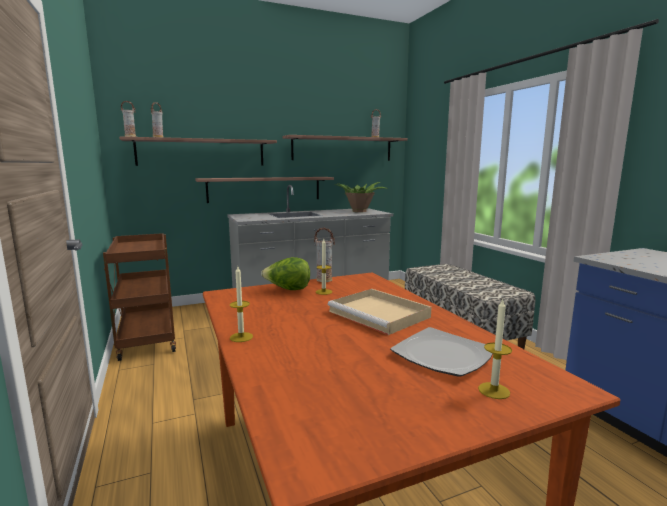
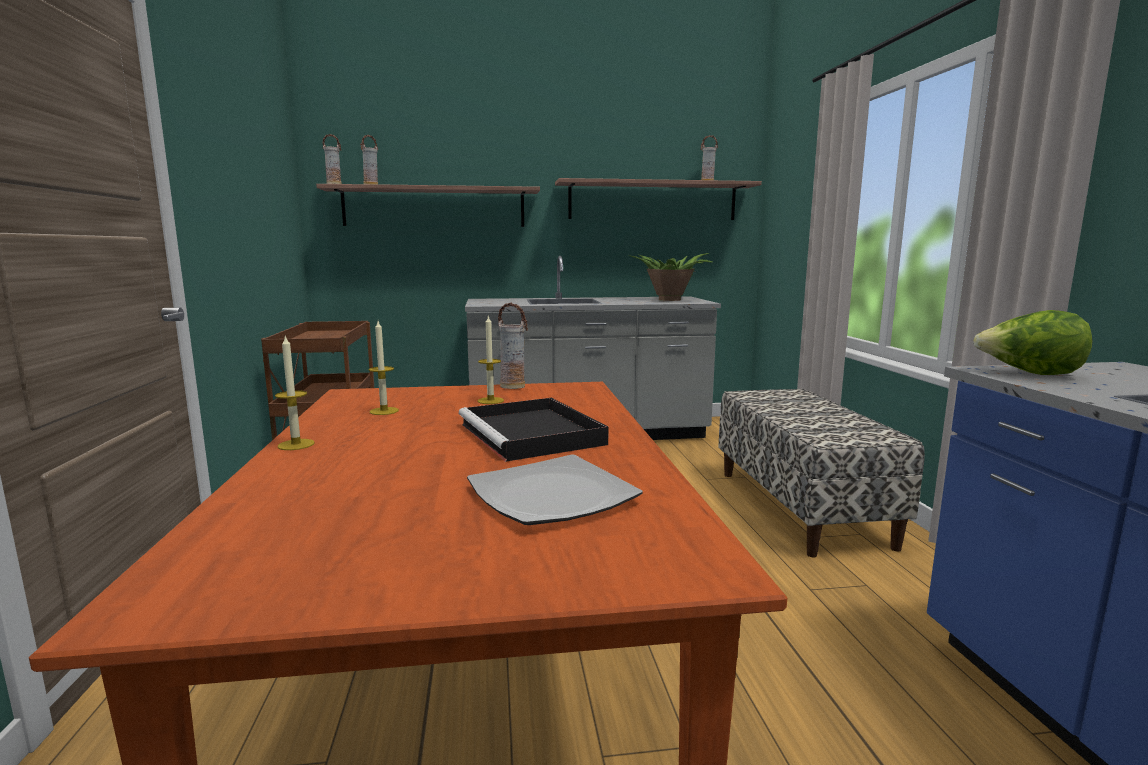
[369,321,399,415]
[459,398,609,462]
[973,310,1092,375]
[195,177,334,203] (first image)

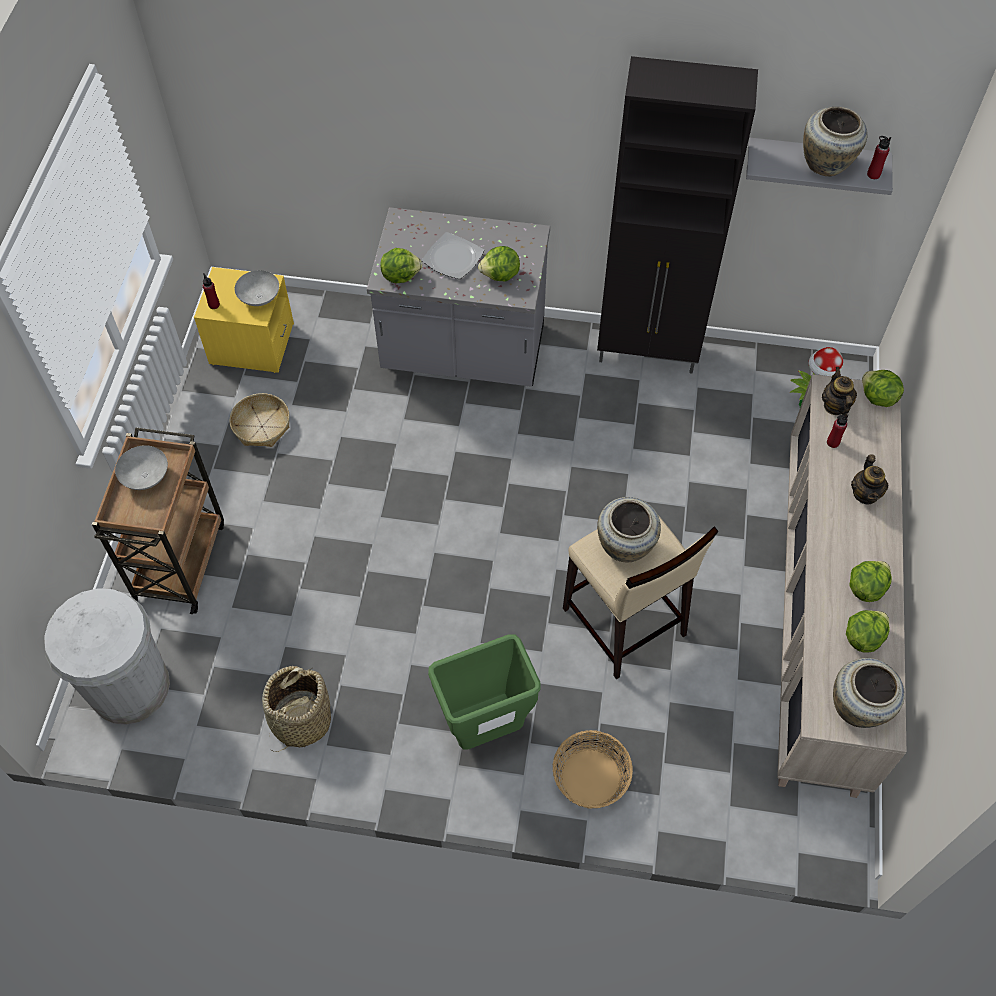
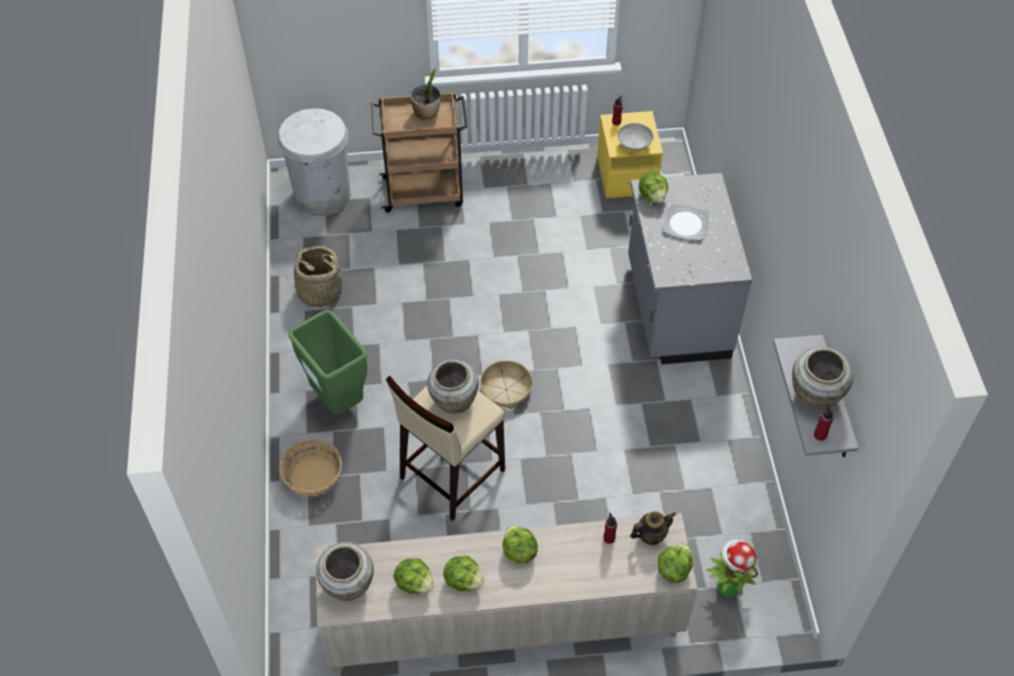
[410,67,441,121]
[480,360,533,409]
[503,525,538,564]
[597,56,758,373] (first image)
[851,454,889,505] (first image)

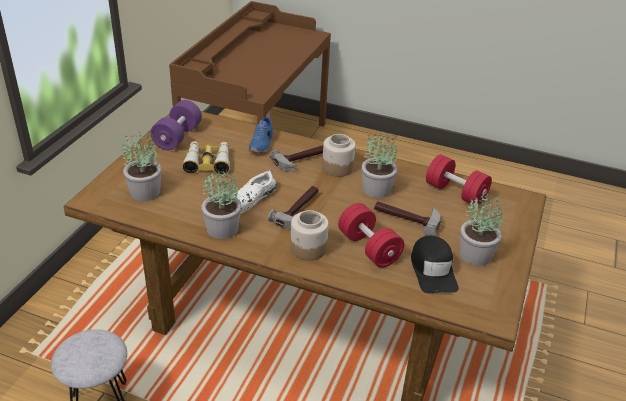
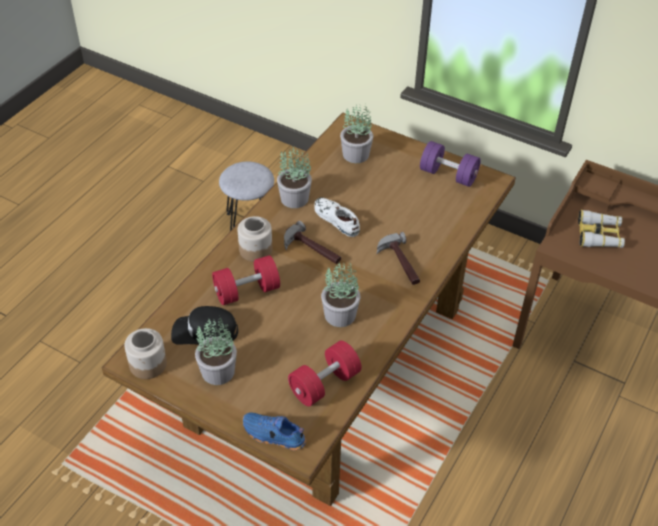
[125,328,167,379]
[243,412,306,451]
[578,210,625,248]
[374,201,441,236] (first image)

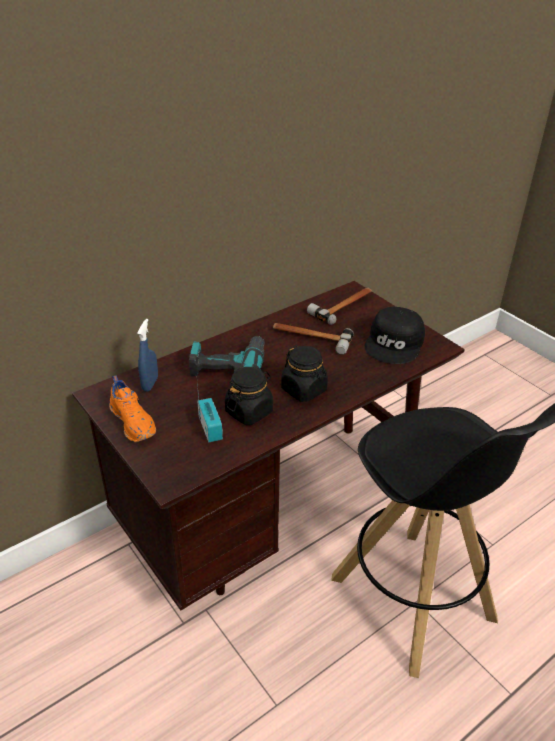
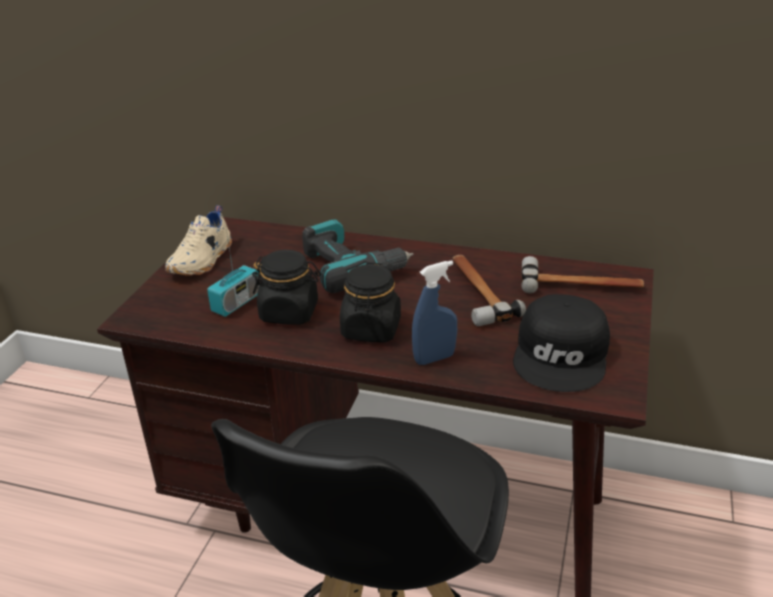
[165,205,232,276]
[412,260,457,365]
[513,294,610,392]

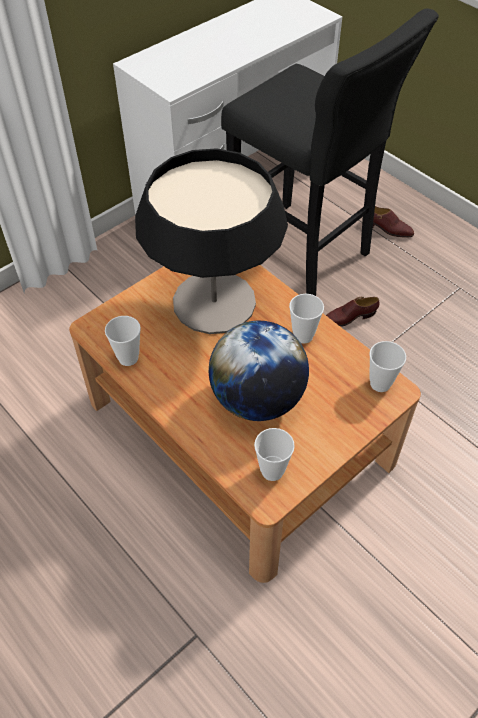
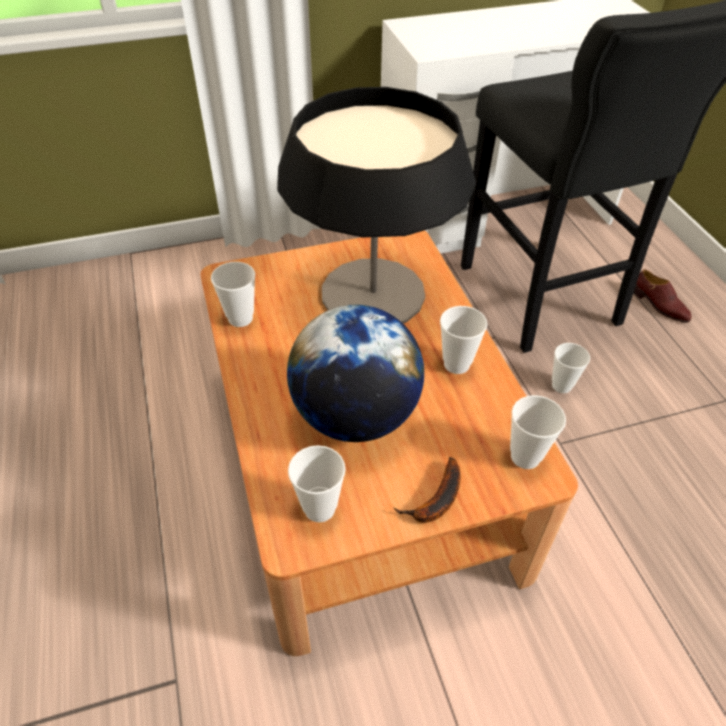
[394,457,461,523]
[552,343,590,393]

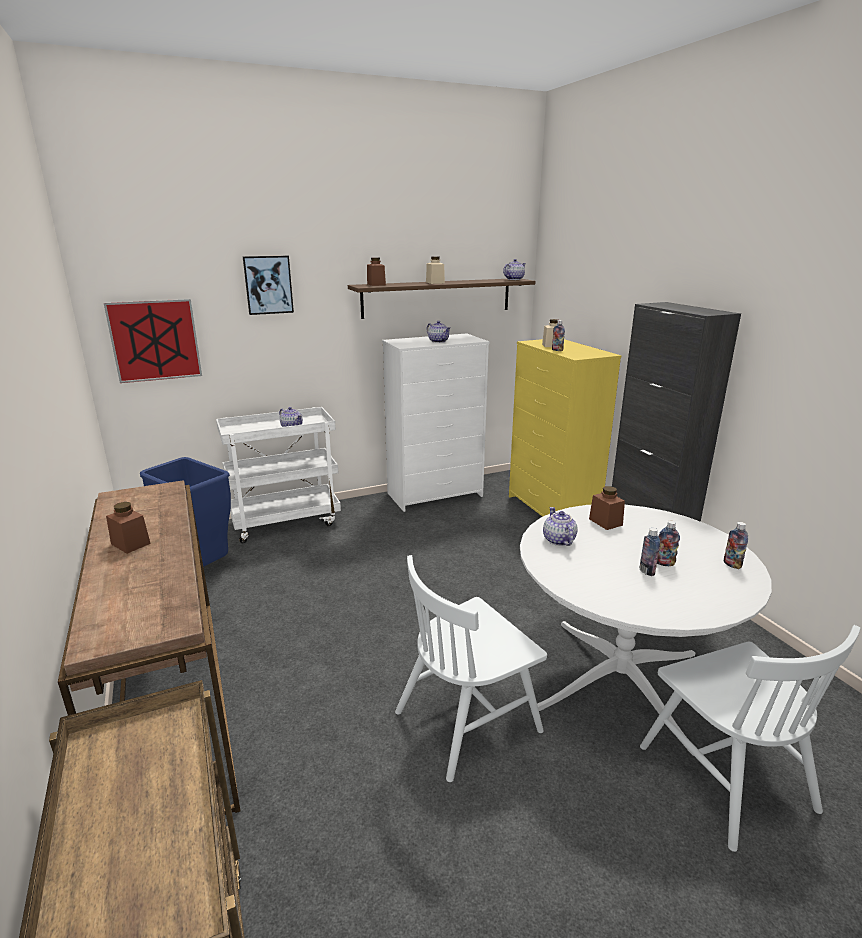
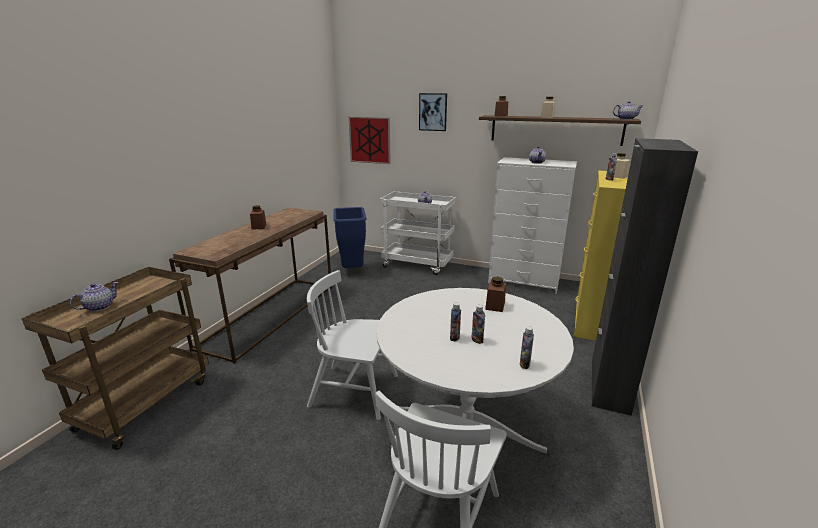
[70,282,118,311]

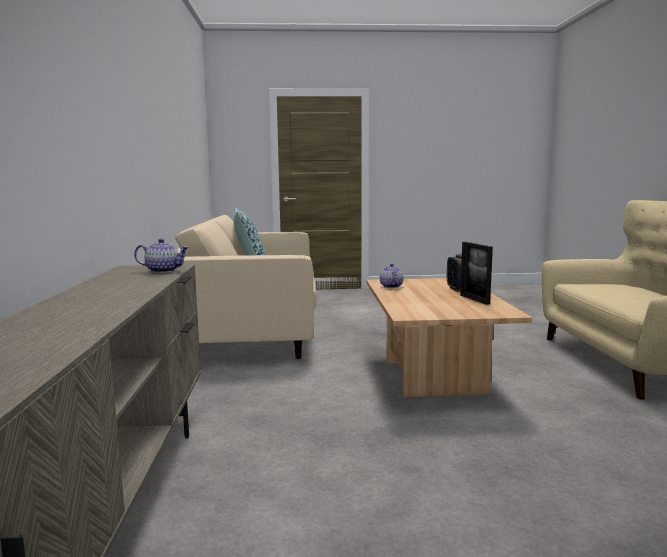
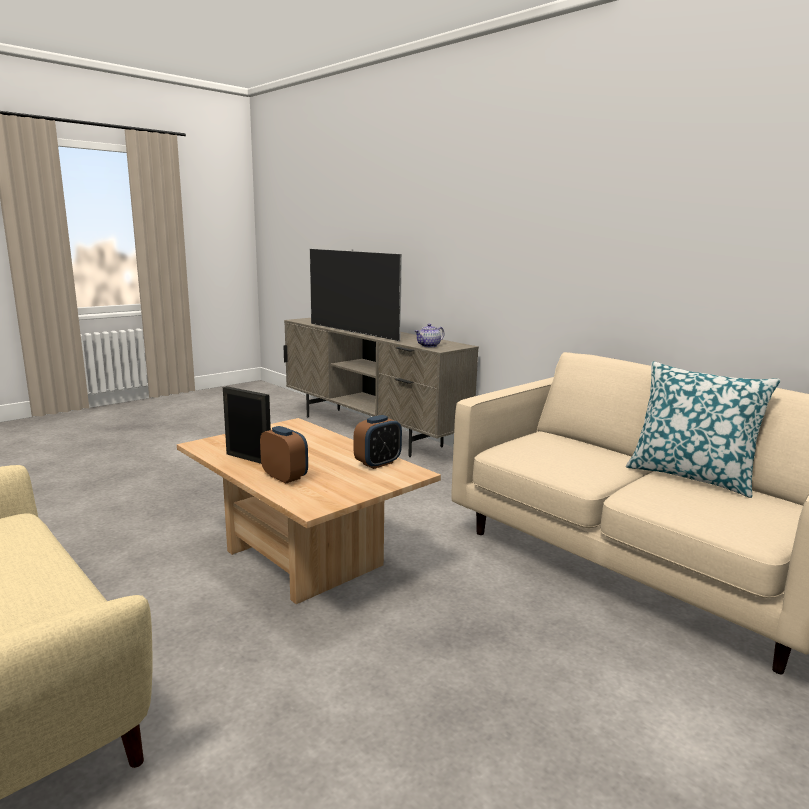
[310,249,402,341]
[354,415,402,469]

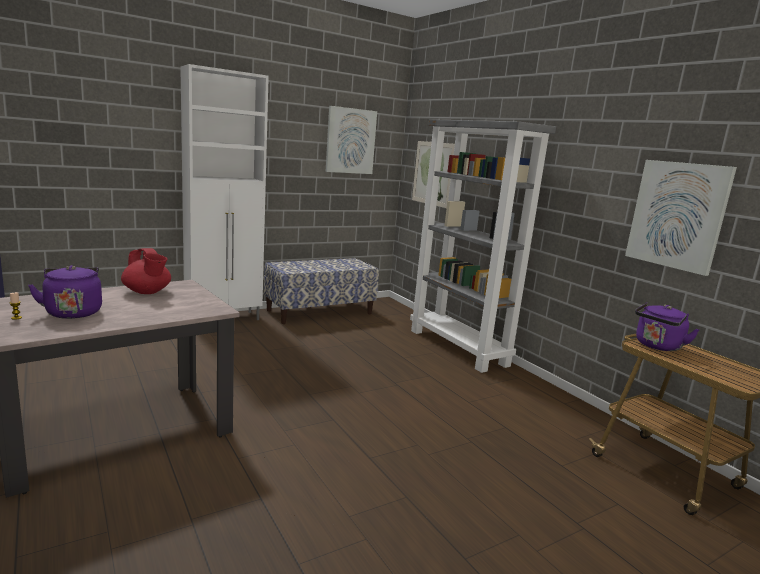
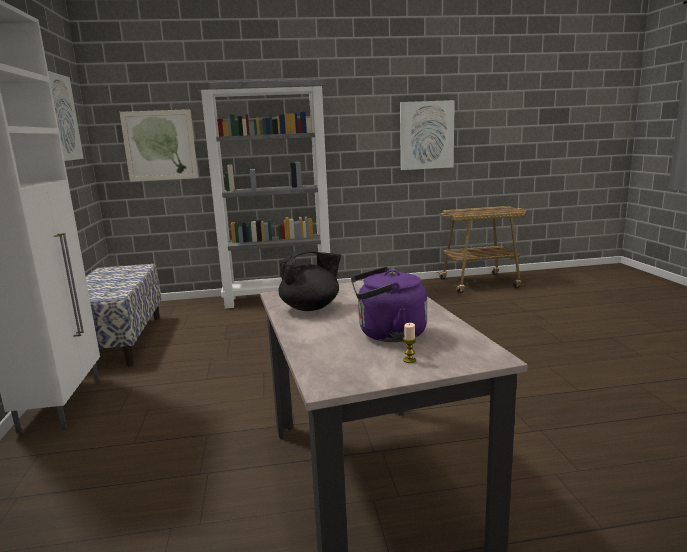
[278,250,341,311]
[635,302,699,351] (first image)

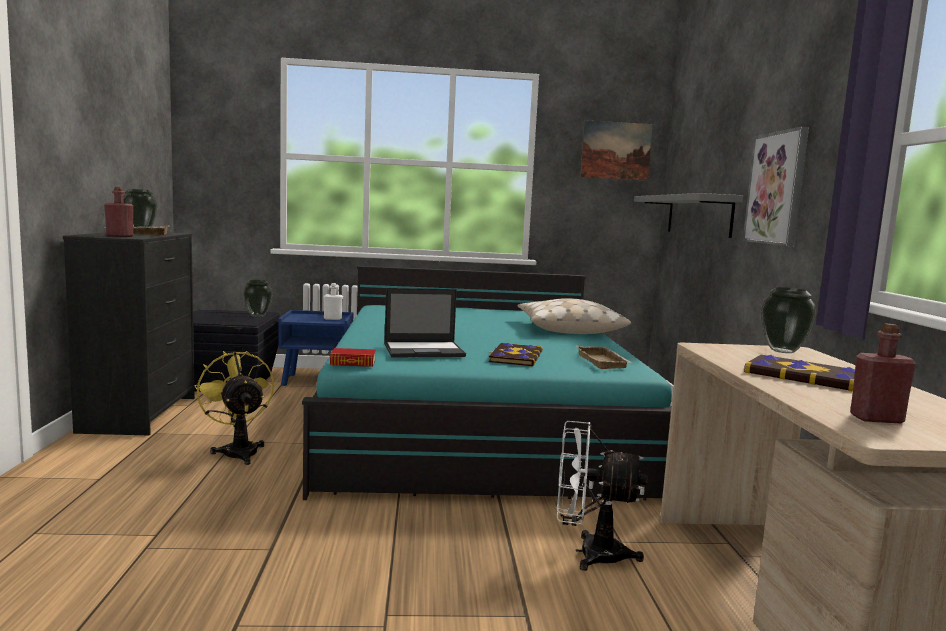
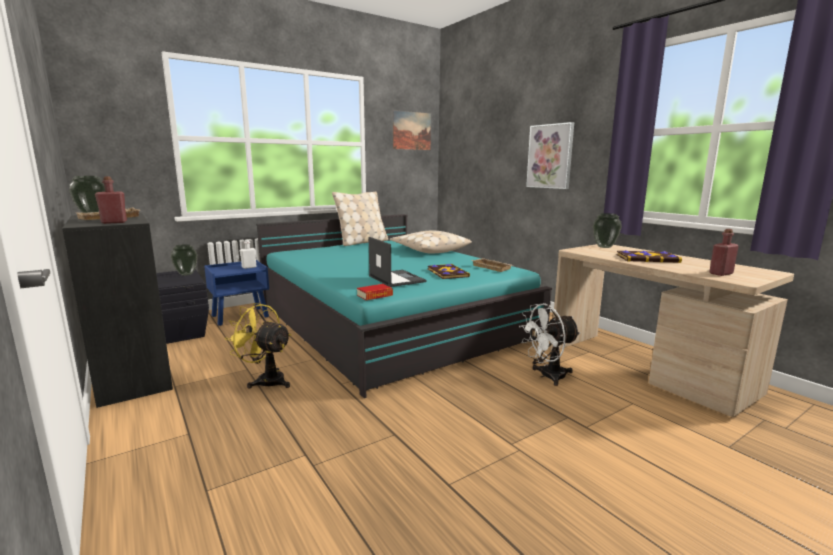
[332,191,388,246]
[369,237,427,287]
[634,193,743,238] (first image)

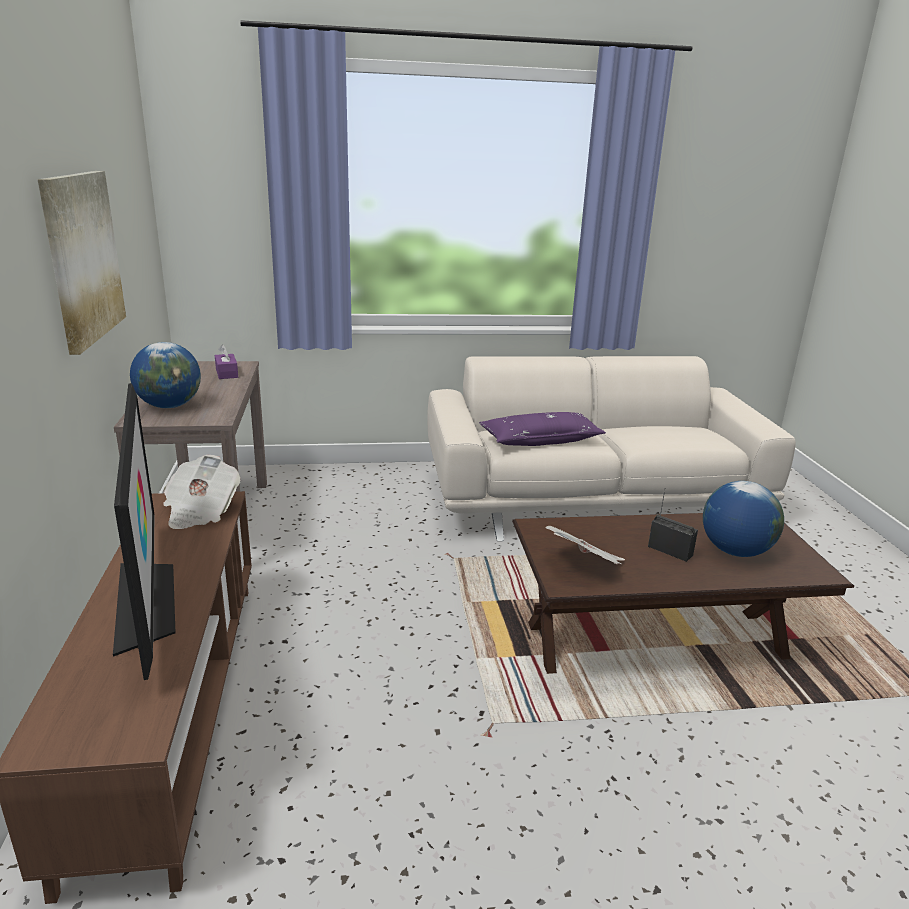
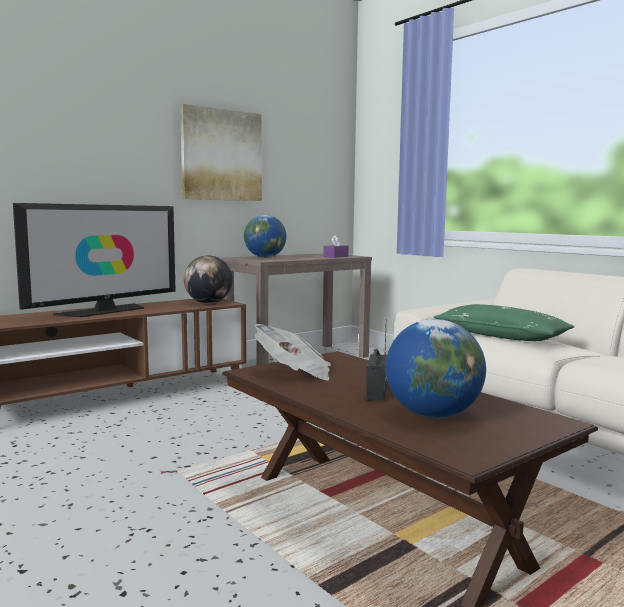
[184,255,233,304]
[433,304,575,341]

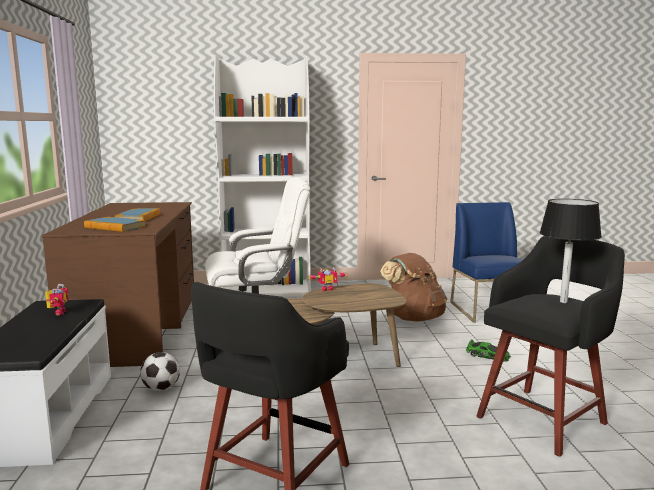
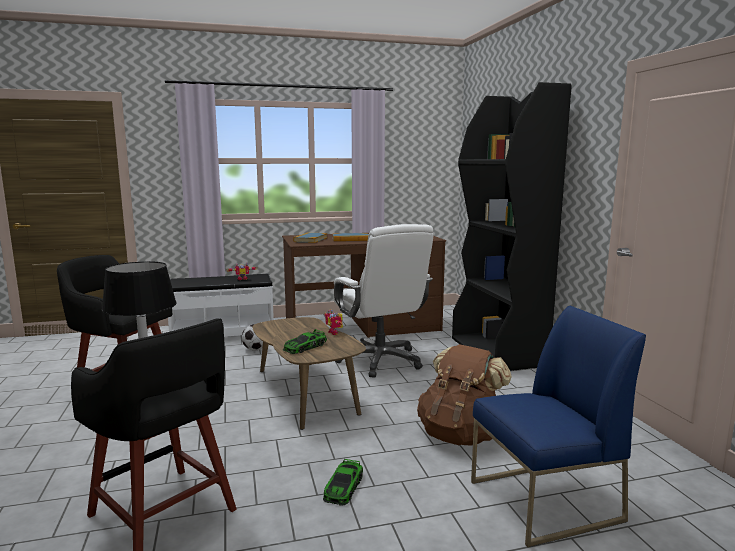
[283,329,327,354]
[452,82,572,371]

